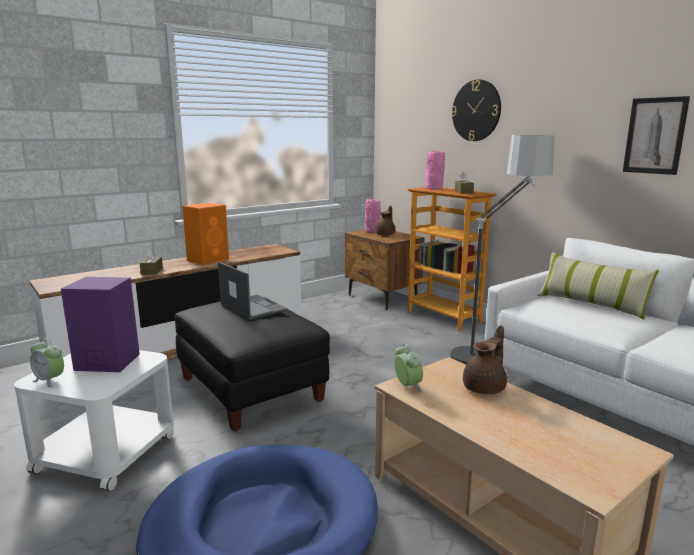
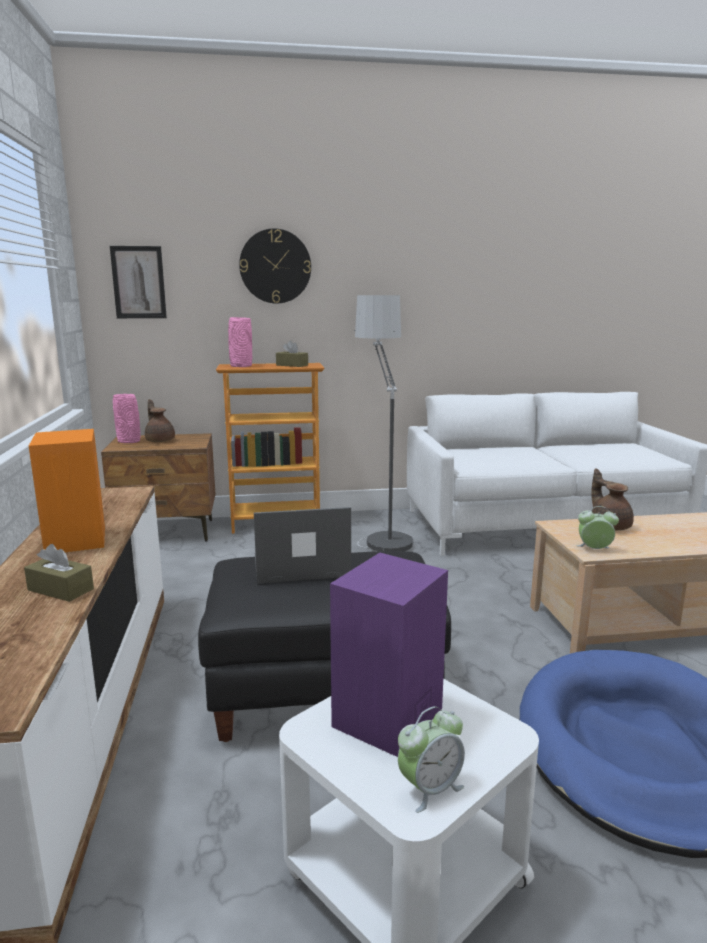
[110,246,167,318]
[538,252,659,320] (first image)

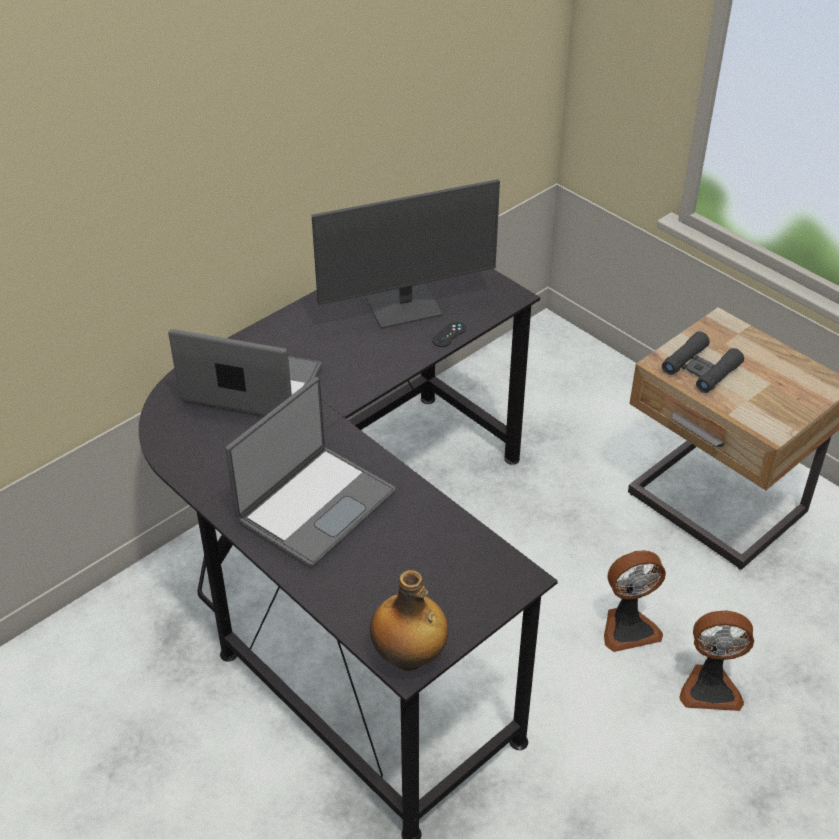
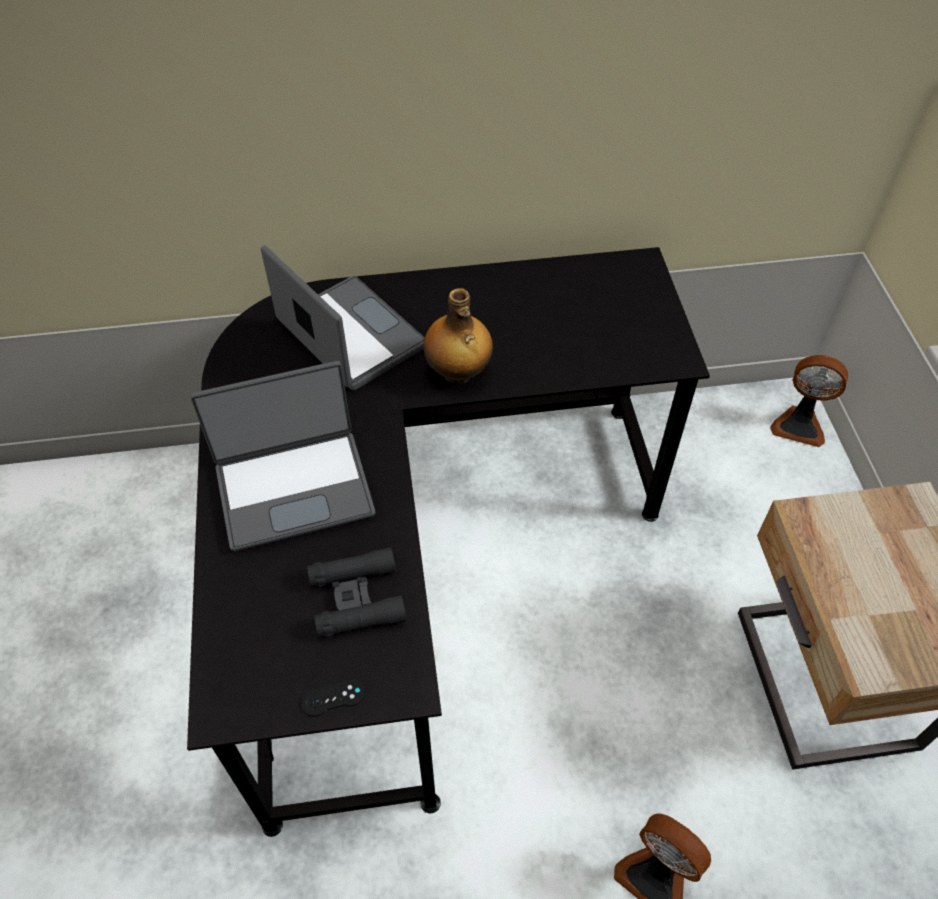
[301,679,365,717]
[307,547,406,638]
[424,288,493,384]
[770,355,848,447]
[312,179,500,329] (first image)

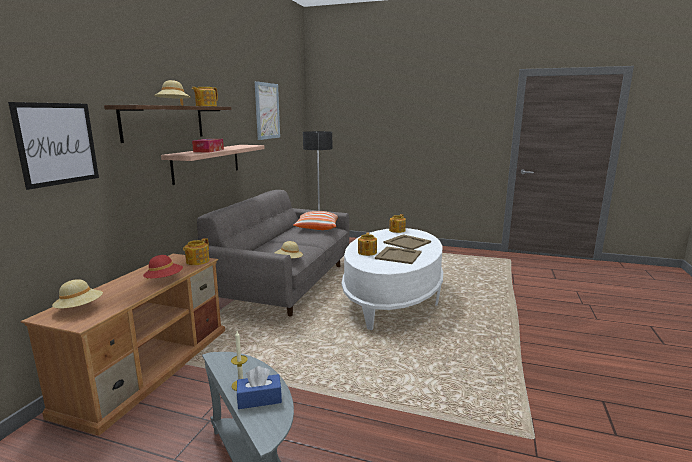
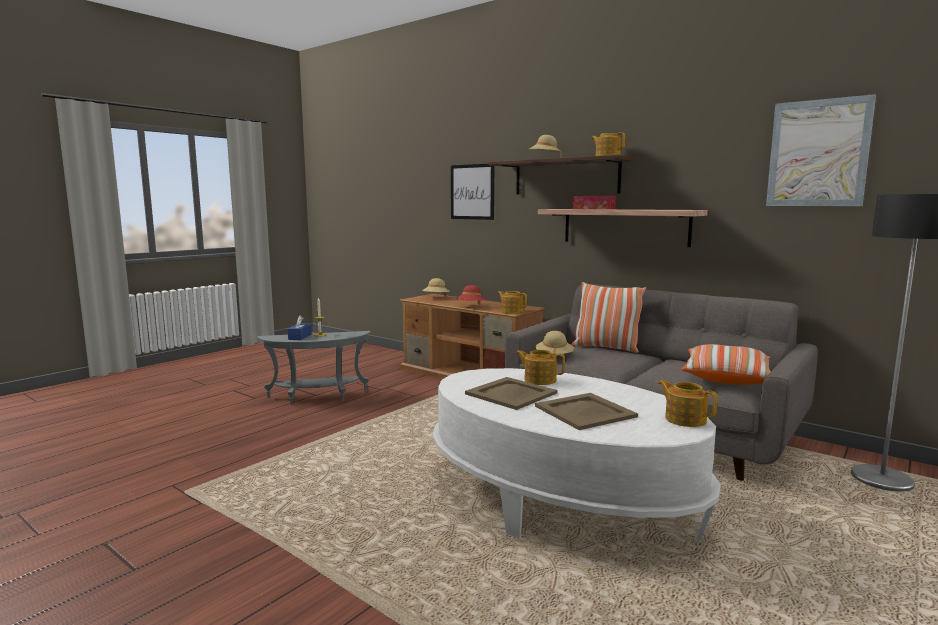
[572,282,646,353]

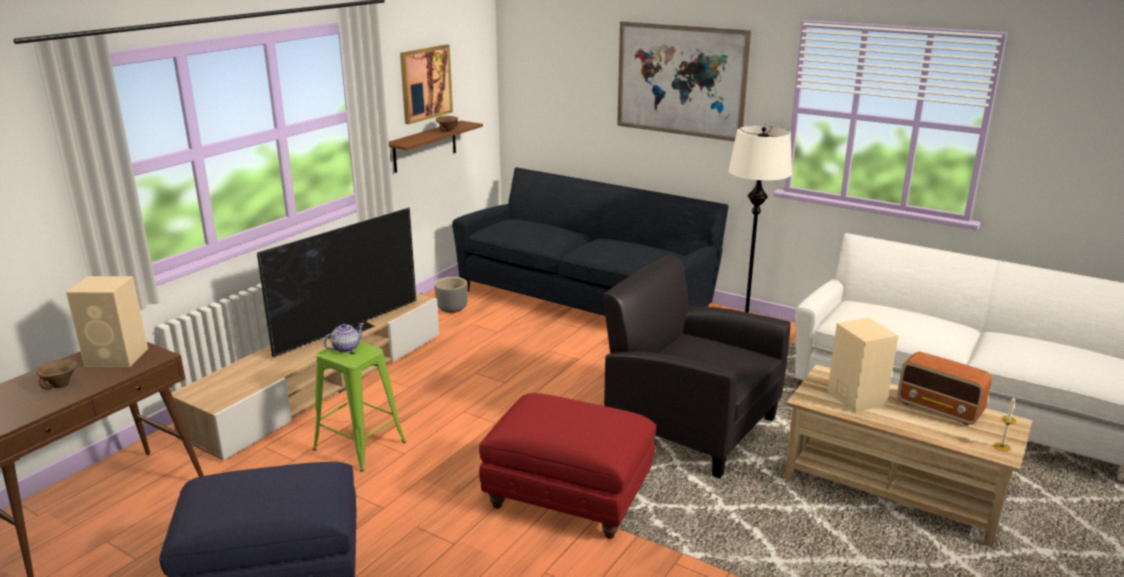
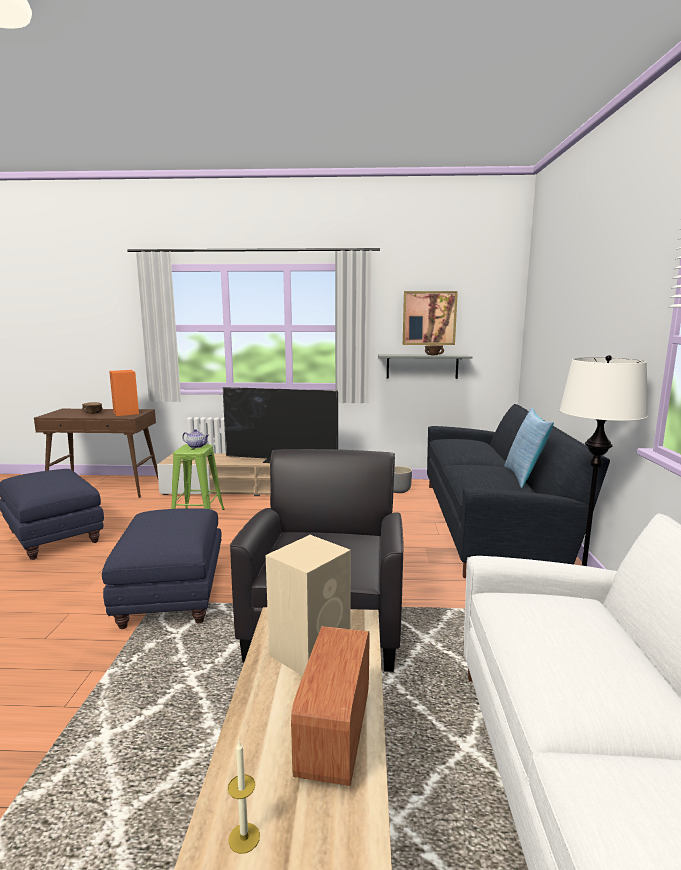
[102,508,222,629]
[109,370,139,416]
[378,354,472,379]
[504,408,554,488]
[617,21,751,142] (first image)

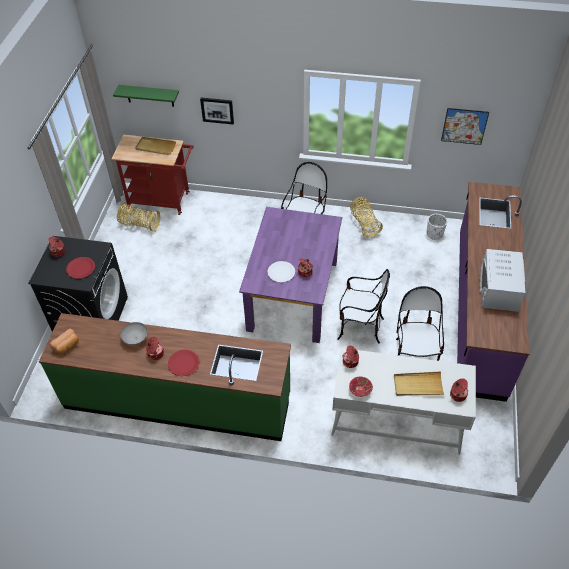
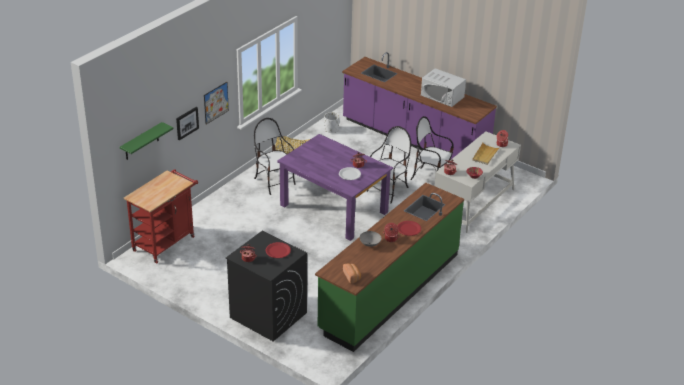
[204,82,229,124]
[117,204,160,232] (first image)
[135,137,176,155] (first image)

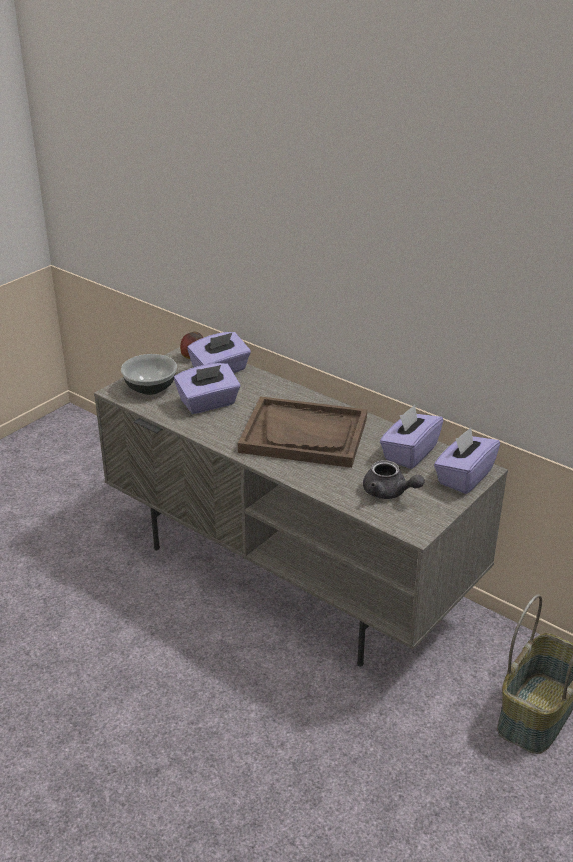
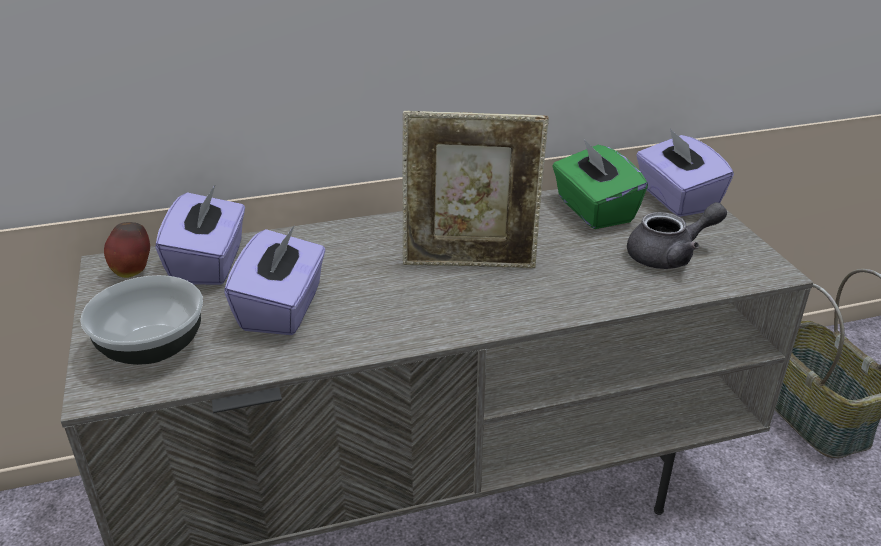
[402,111,549,268]
[552,139,648,229]

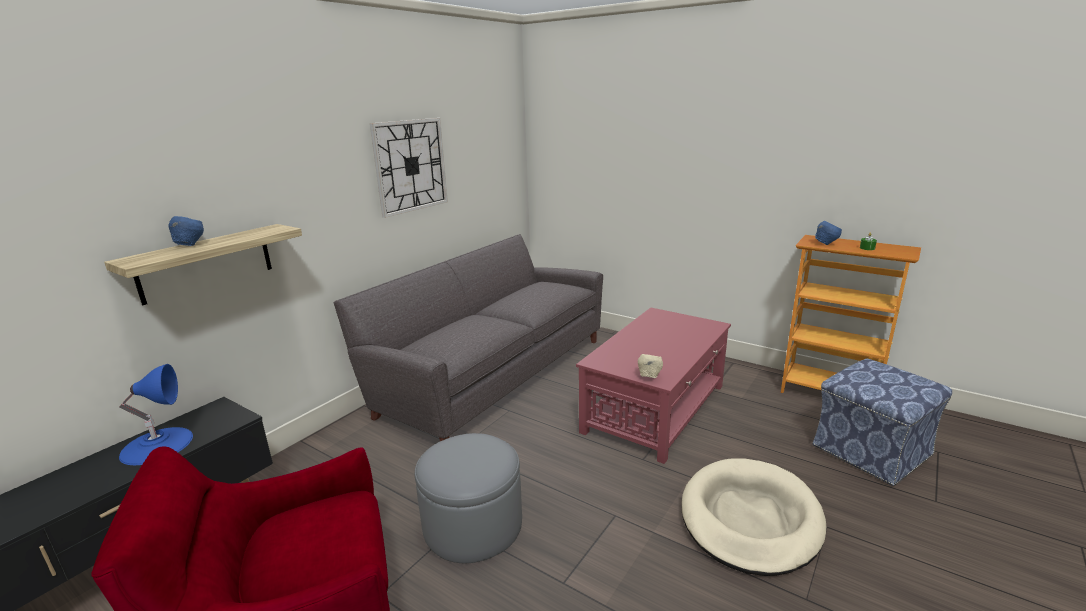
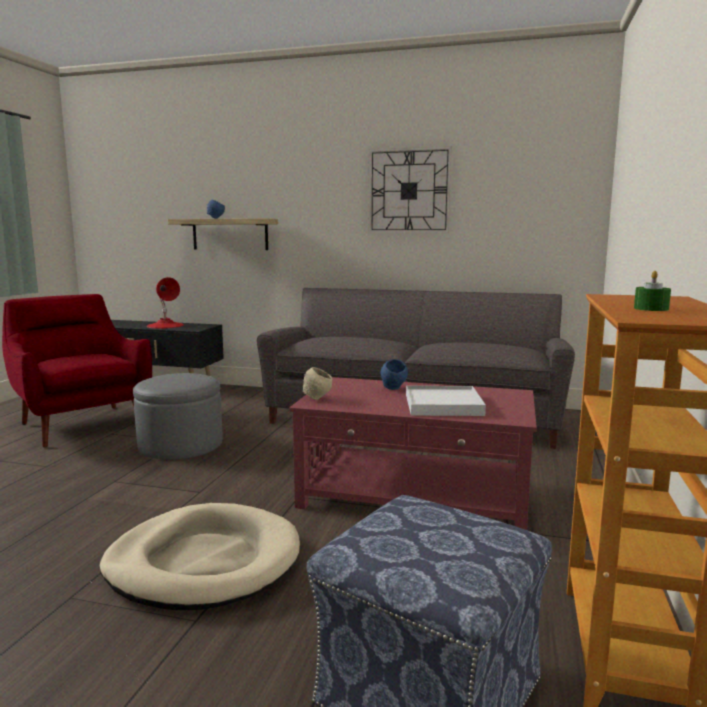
[147,277,184,329]
[380,359,408,390]
[406,386,486,416]

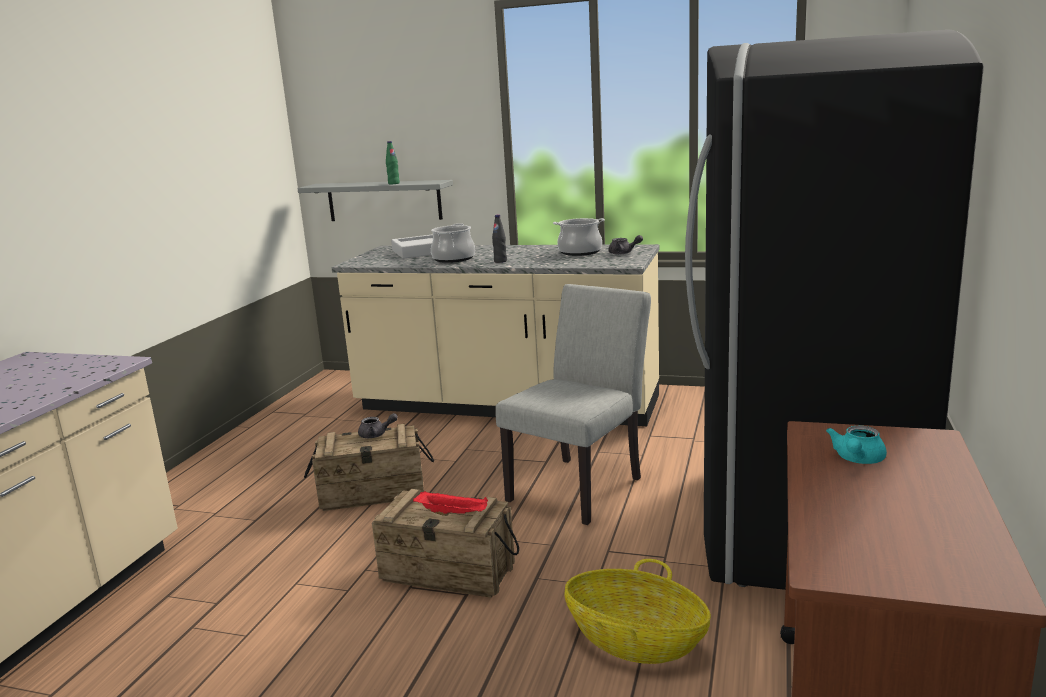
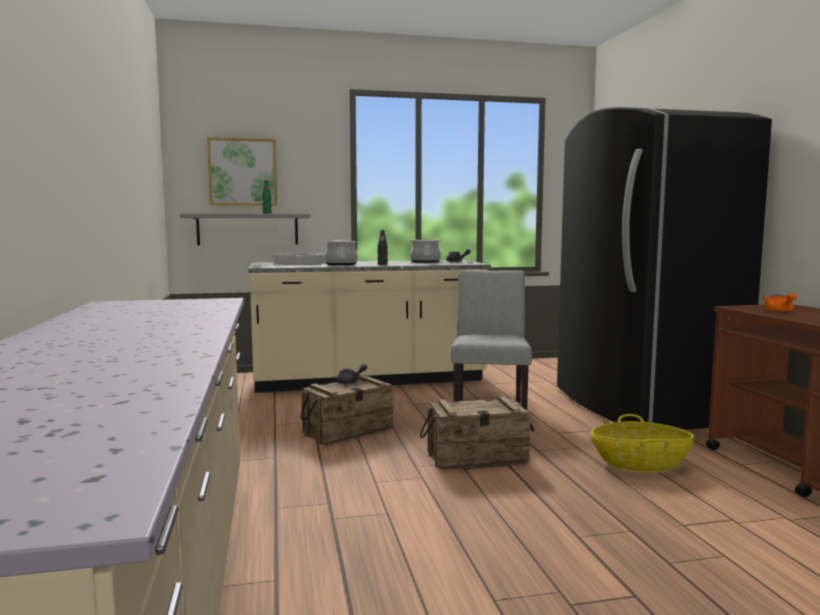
[207,137,277,206]
[762,293,797,312]
[413,490,488,516] (first image)

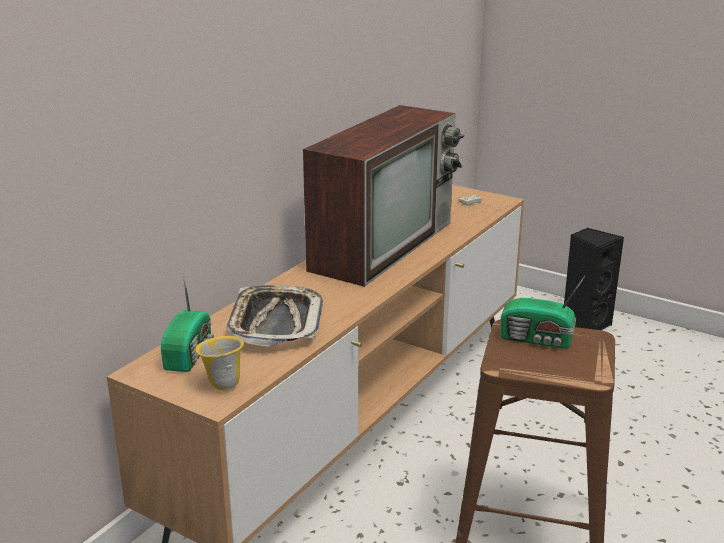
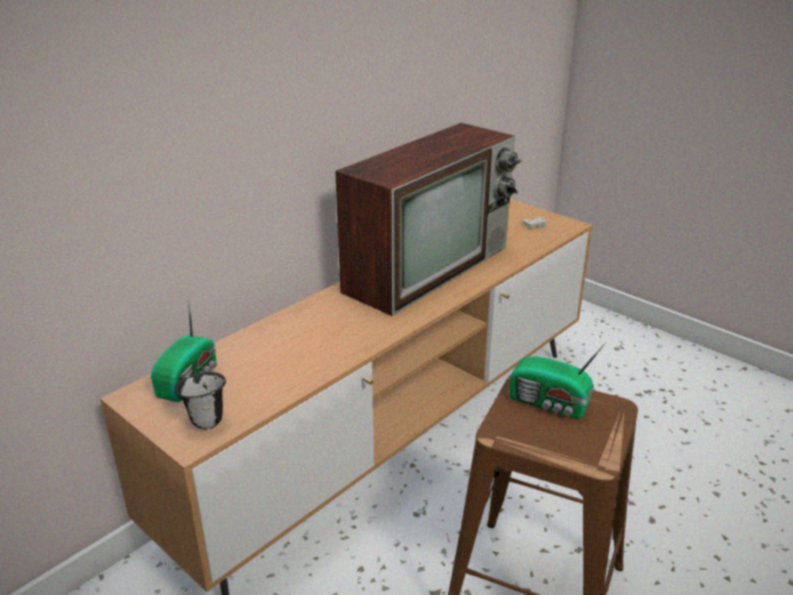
[174,372,226,429]
[227,285,323,347] (first image)
[564,228,624,330] (first image)

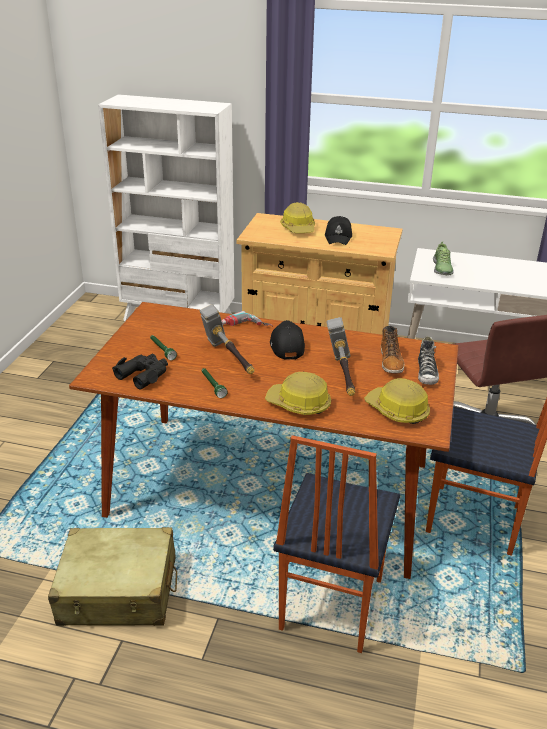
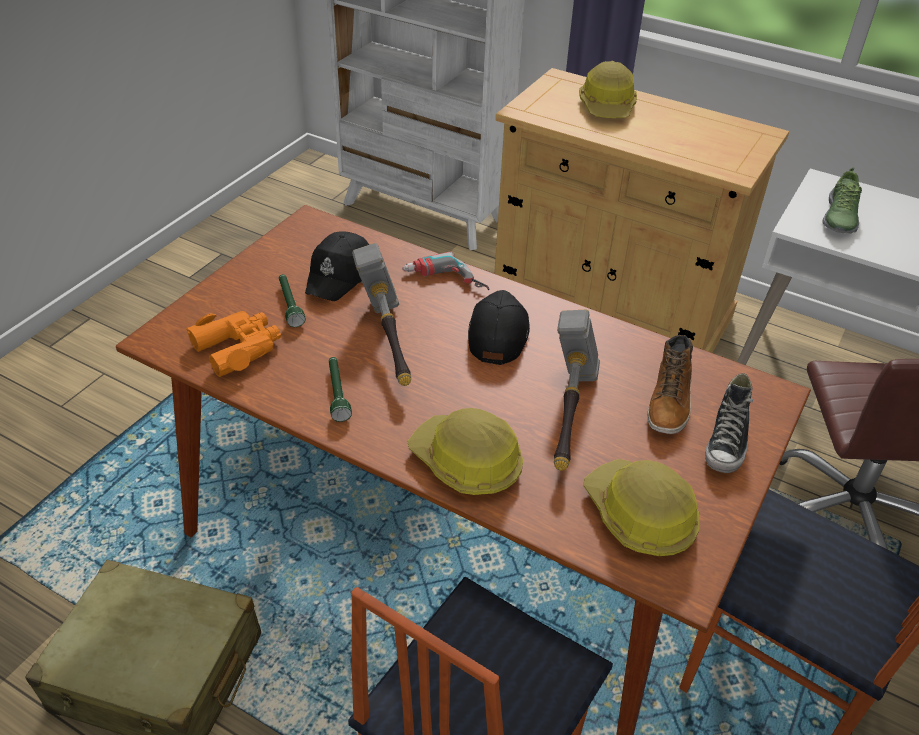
[186,311,281,377]
[305,231,369,301]

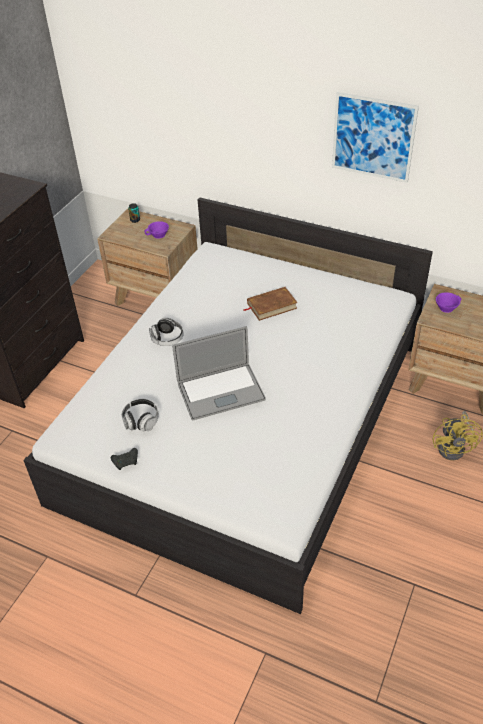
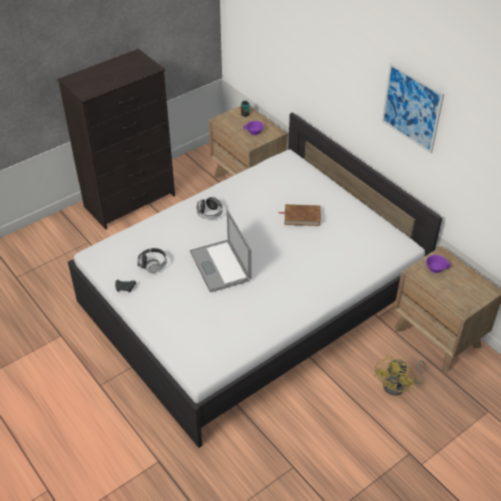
[190,210,251,292]

